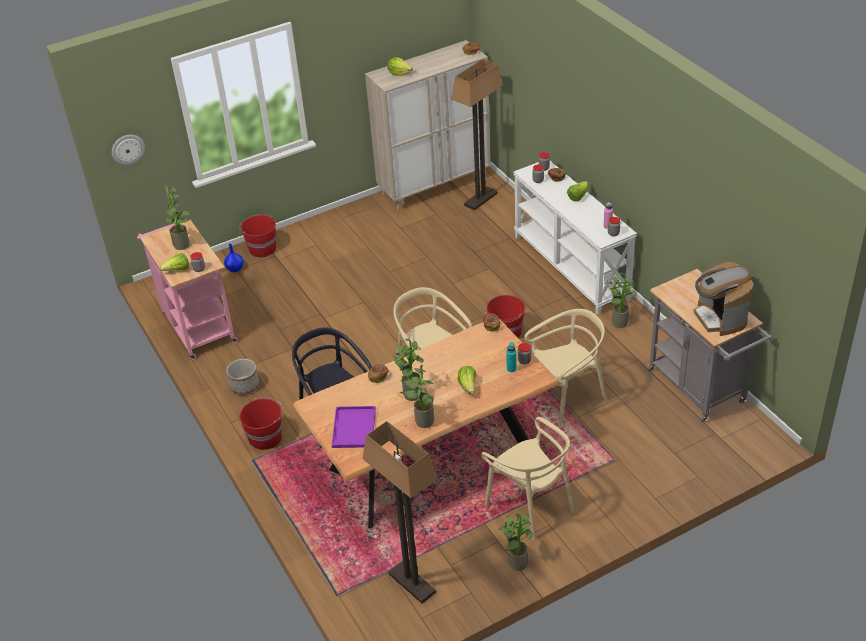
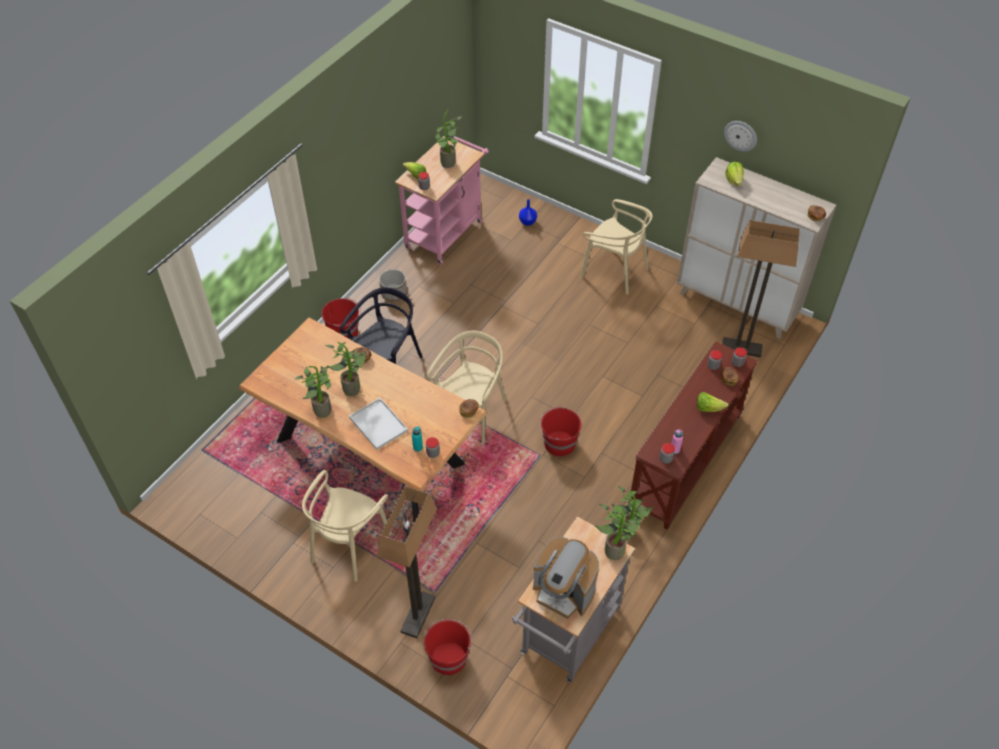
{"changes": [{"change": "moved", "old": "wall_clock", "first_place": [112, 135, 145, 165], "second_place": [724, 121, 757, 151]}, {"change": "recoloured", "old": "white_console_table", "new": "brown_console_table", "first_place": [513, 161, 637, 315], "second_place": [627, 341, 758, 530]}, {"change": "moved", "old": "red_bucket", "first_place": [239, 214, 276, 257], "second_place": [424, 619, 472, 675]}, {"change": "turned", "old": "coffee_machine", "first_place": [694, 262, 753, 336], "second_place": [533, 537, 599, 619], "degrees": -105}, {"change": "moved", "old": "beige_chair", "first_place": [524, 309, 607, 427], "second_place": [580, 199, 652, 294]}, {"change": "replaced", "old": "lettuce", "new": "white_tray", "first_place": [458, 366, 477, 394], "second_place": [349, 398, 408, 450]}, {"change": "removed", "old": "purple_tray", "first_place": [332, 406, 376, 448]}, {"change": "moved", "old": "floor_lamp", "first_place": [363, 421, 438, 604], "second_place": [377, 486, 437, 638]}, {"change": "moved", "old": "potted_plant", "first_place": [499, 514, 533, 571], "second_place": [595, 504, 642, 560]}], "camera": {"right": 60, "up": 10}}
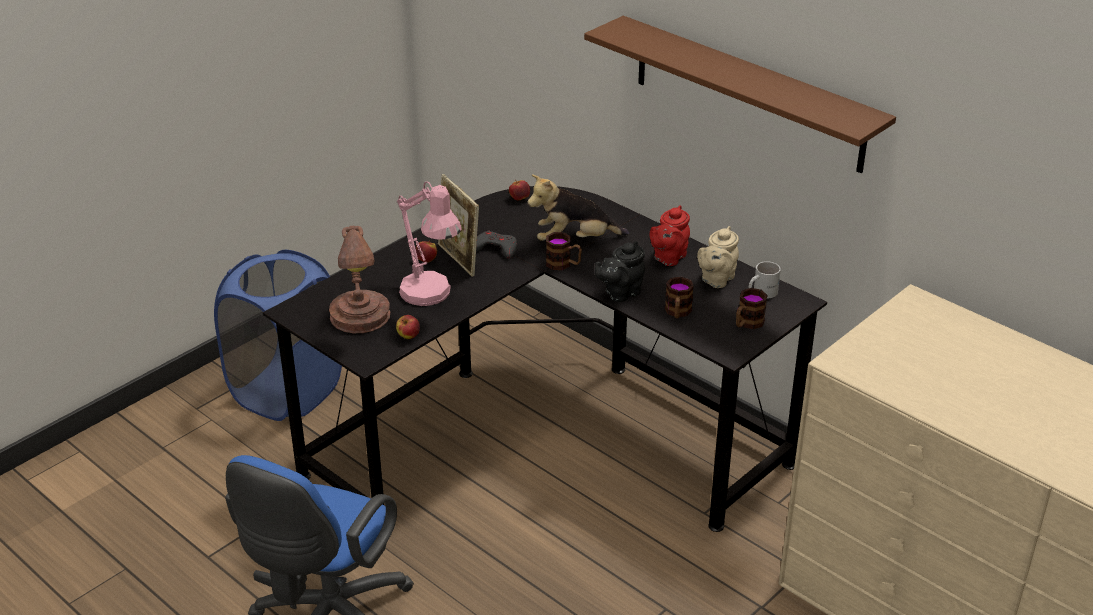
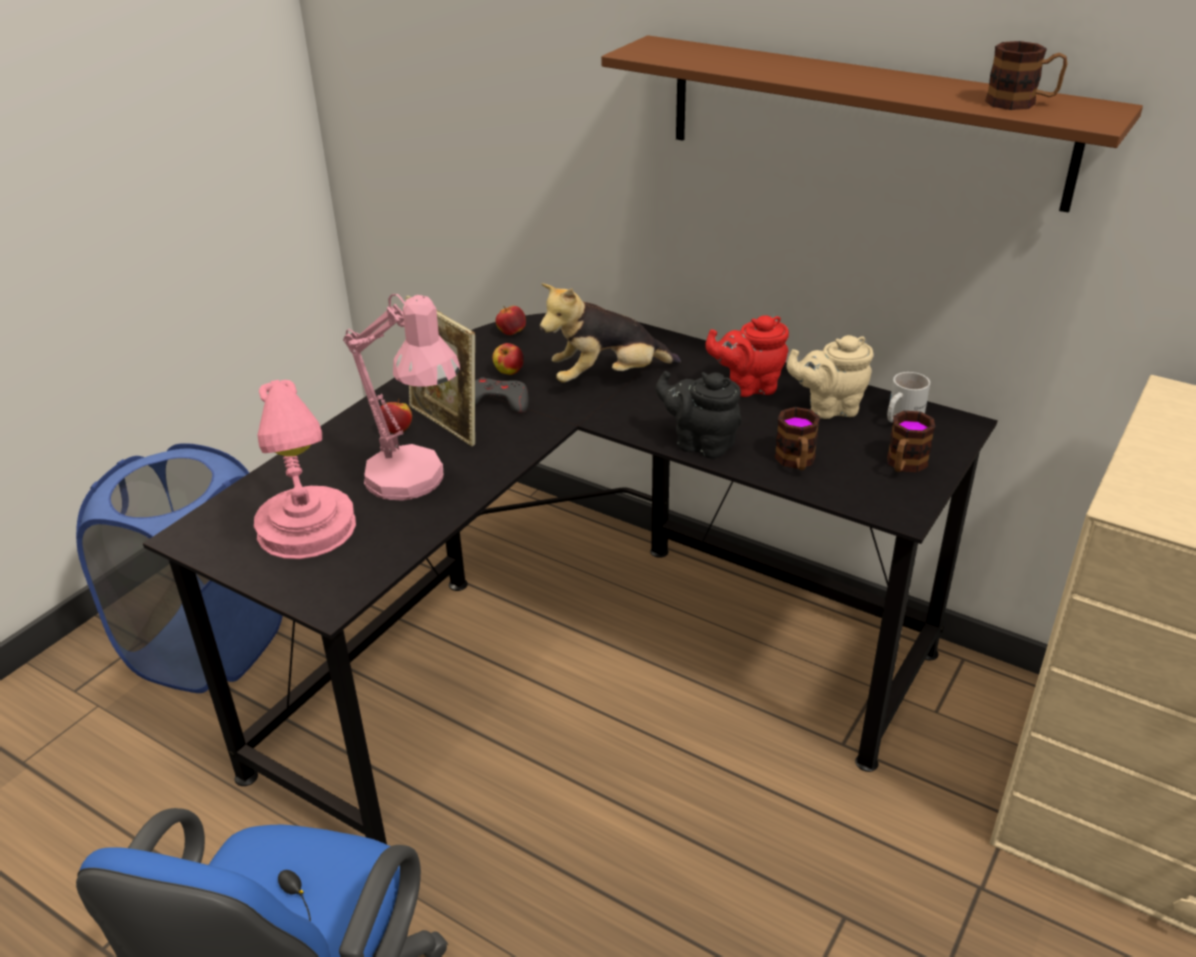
{"changes": [{"change": "turned", "old": "red_teapot", "first_place": [650, 205, 690, 266], "second_place": [705, 315, 789, 397], "degrees": 60}, {"change": "recoloured", "old": "brown_table_lamp", "new": "pink_table_lamp", "first_place": [329, 225, 390, 333], "second_place": [254, 380, 356, 559]}, {"change": "turned", "old": "beige_teapot", "first_place": [697, 226, 739, 288], "second_place": [787, 335, 873, 419], "degrees": 60}, {"change": "moved", "old": "mug", "first_place": [546, 232, 582, 270], "second_place": [985, 41, 1067, 110]}, {"change": "turned", "old": "black_teapot", "first_place": [595, 241, 645, 302], "second_place": [655, 371, 742, 458], "degrees": 75}, {"change": "moved", "old": "apple", "first_place": [396, 315, 420, 339], "second_place": [492, 343, 524, 375]}], "camera": {"right": -10, "up": 0}}
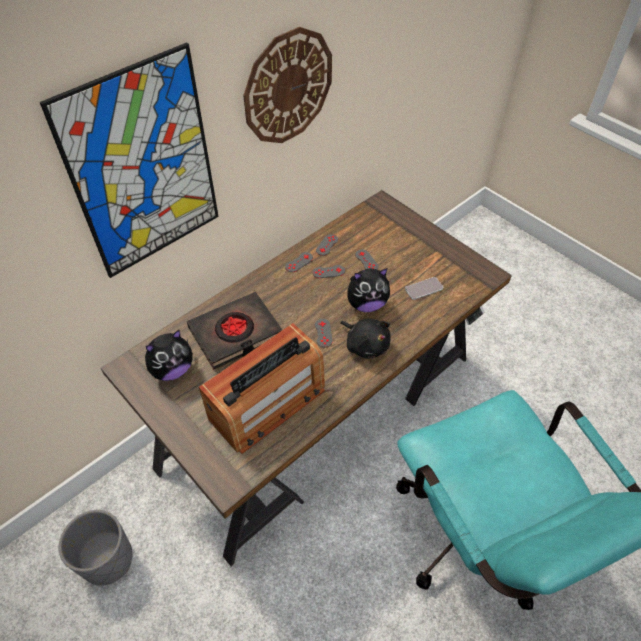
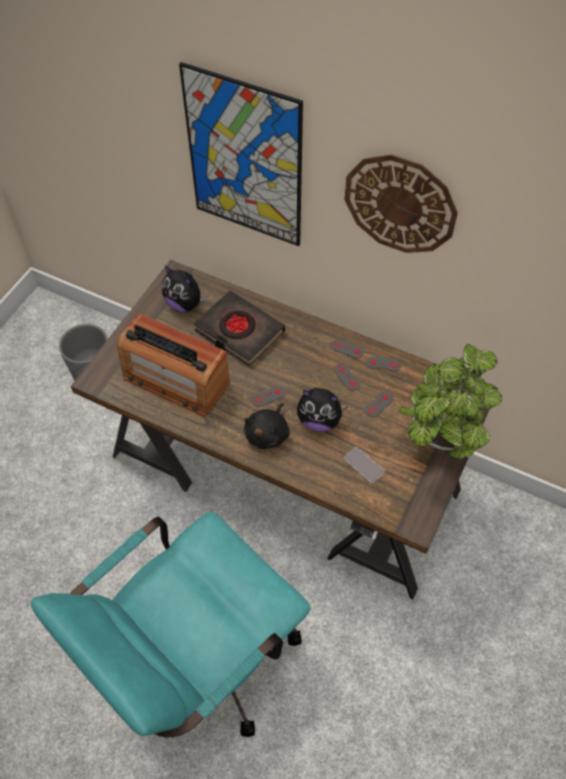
{"changes": [{"change": "turned", "old": "plush_toy", "first_place": [347, 268, 390, 312], "second_place": [297, 388, 348, 431], "degrees": -45}, {"change": "added", "new": "potted_plant", "second_place": [399, 344, 502, 459]}], "camera": {"right": 70, "up": 5}}
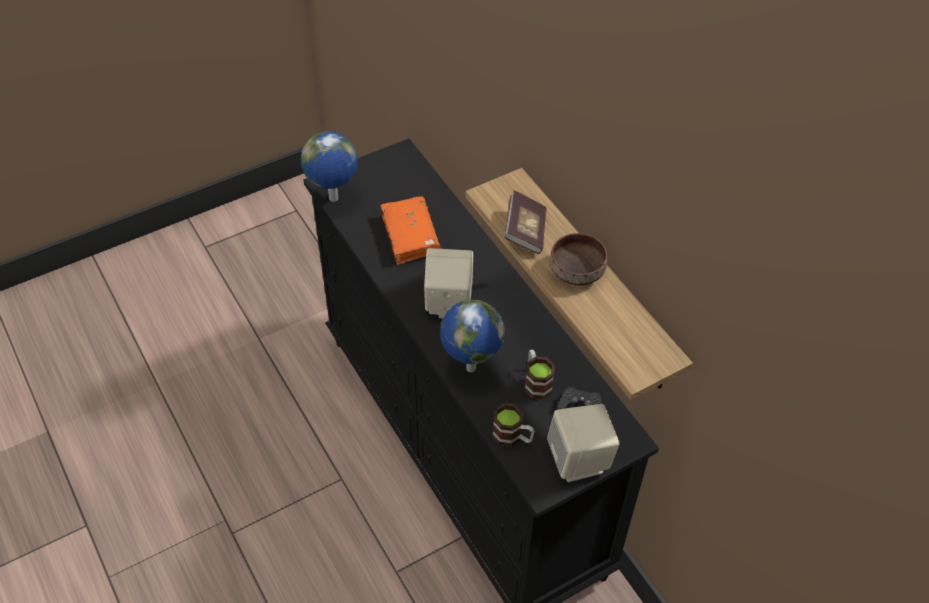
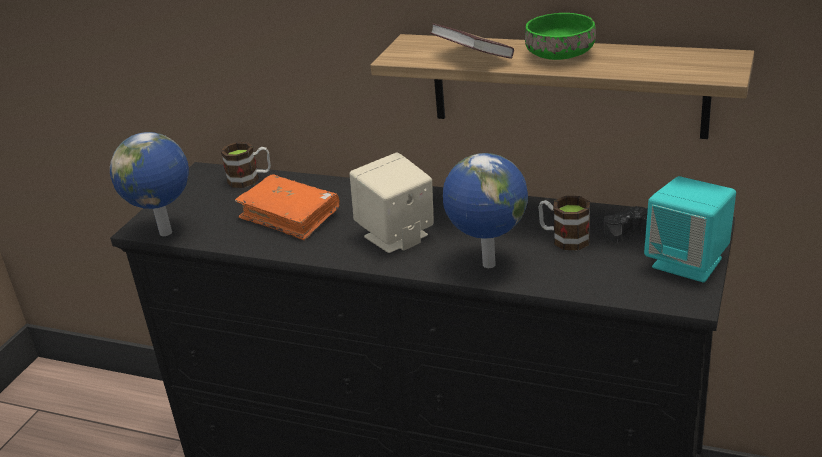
{"changes": [{"change": "recoloured", "old": "brown_bowl", "new": "green_bowl", "first_place": [550, 233, 608, 286], "second_place": [525, 13, 596, 60]}, {"change": "moved", "old": "mug", "first_place": [492, 403, 535, 447], "second_place": [221, 142, 271, 188]}, {"change": "recoloured", "old": "beige_speaker", "new": "turquoise_speaker", "first_place": [547, 404, 620, 482], "second_place": [644, 176, 736, 283]}], "camera": {"right": -35, "up": -20}}
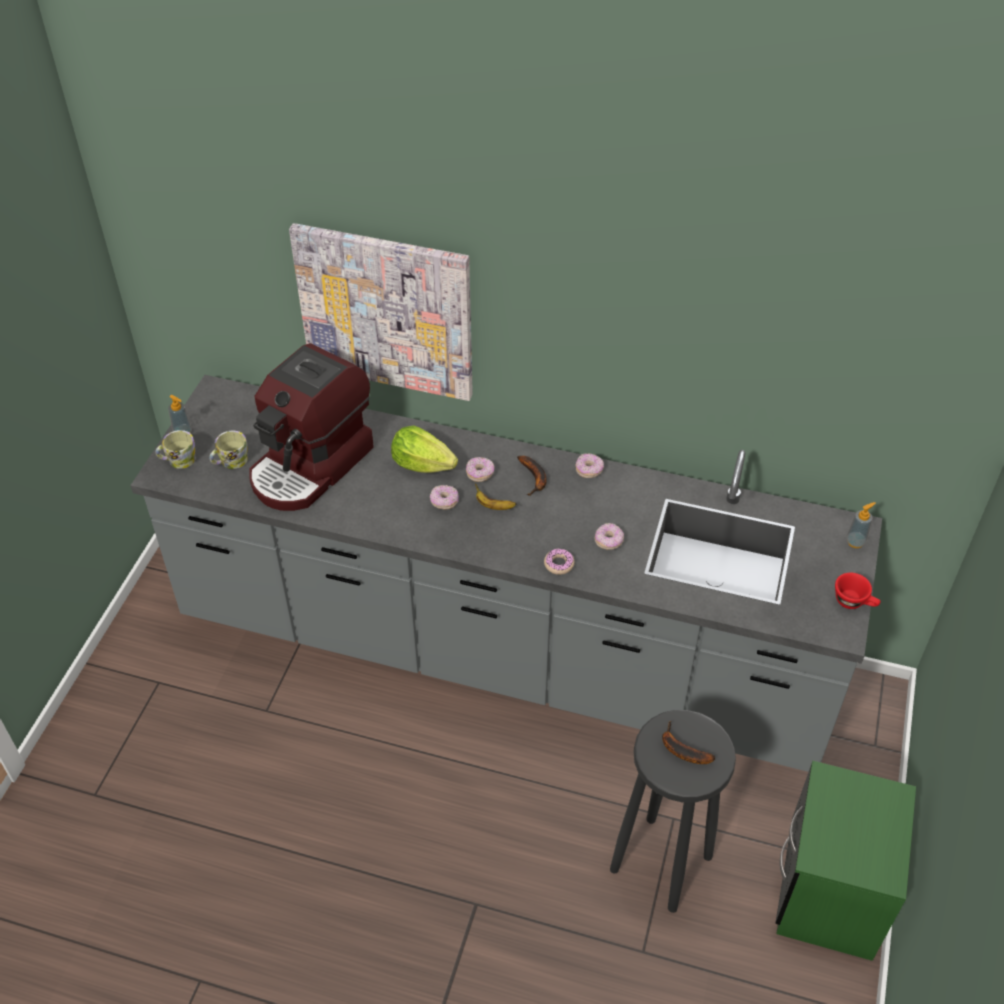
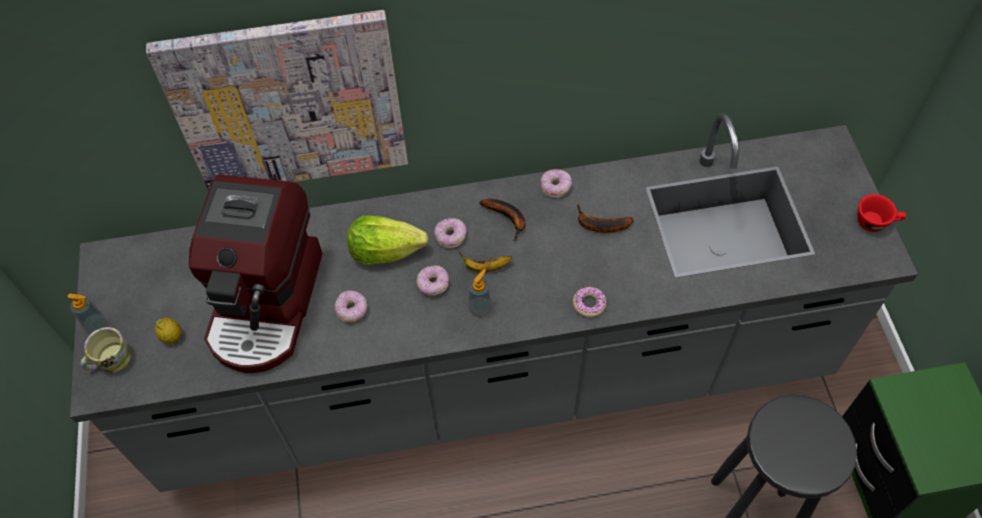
{"changes": [{"change": "replaced", "old": "mug", "new": "lemon", "first_place": [209, 431, 248, 469], "second_place": [155, 318, 182, 344]}, {"change": "moved", "old": "soap_dispenser", "first_place": [846, 502, 876, 548], "second_place": [469, 269, 491, 317]}, {"change": "moved", "old": "donut", "first_place": [595, 523, 624, 550], "second_place": [335, 290, 367, 322]}, {"change": "moved", "old": "banana", "first_place": [662, 721, 715, 764], "second_place": [577, 204, 634, 233]}], "camera": {"right": -25, "up": 10}}
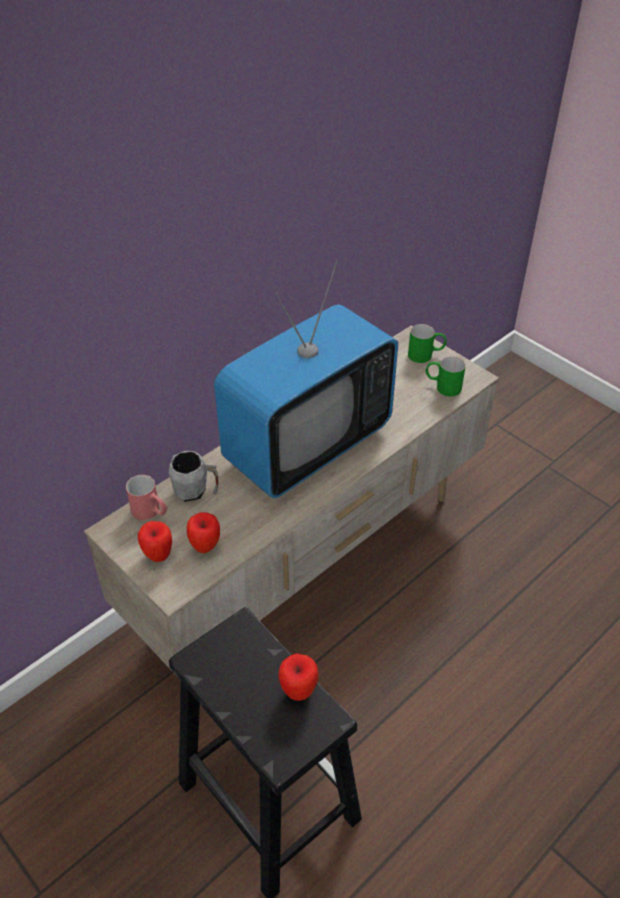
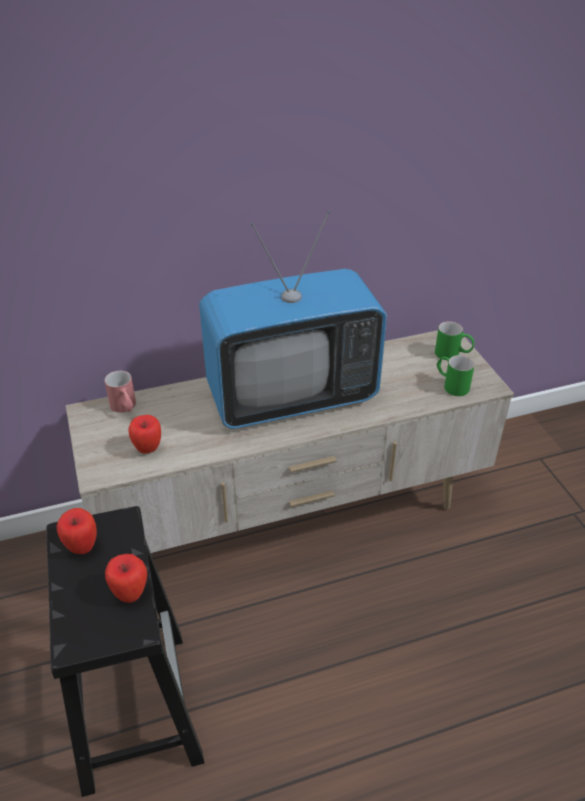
{"changes": [{"change": "removed", "old": "grey_mug", "first_place": [169, 451, 218, 502]}, {"change": "moved", "old": "apple", "first_place": [138, 521, 172, 562], "second_place": [57, 508, 97, 554]}], "camera": {"right": 25, "up": -5}}
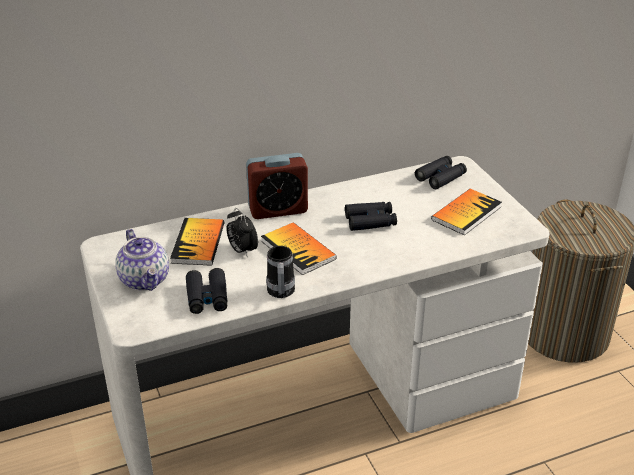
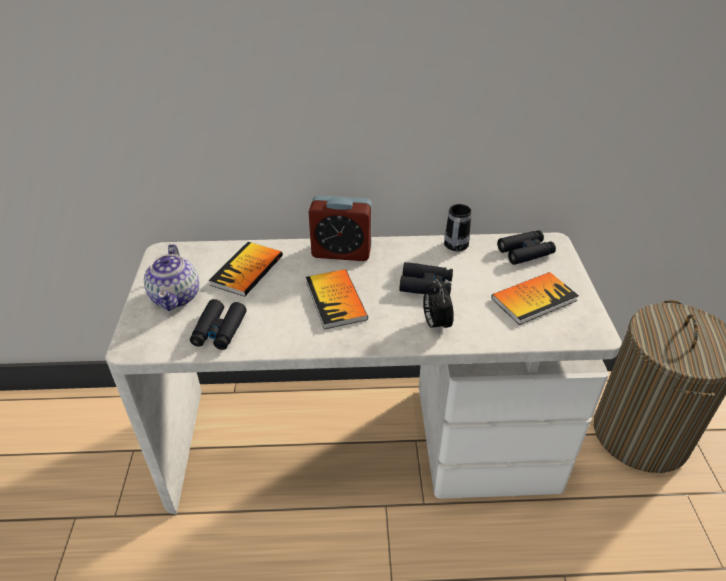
{"changes": [{"change": "moved", "old": "alarm_clock", "first_place": [226, 208, 258, 258], "second_place": [423, 279, 454, 334]}, {"change": "moved", "old": "mug", "first_place": [266, 246, 295, 298], "second_place": [444, 204, 472, 251]}], "camera": {"right": 20, "up": 5}}
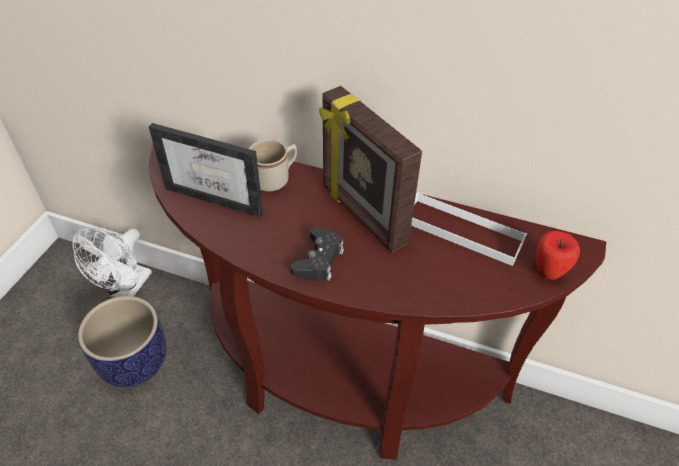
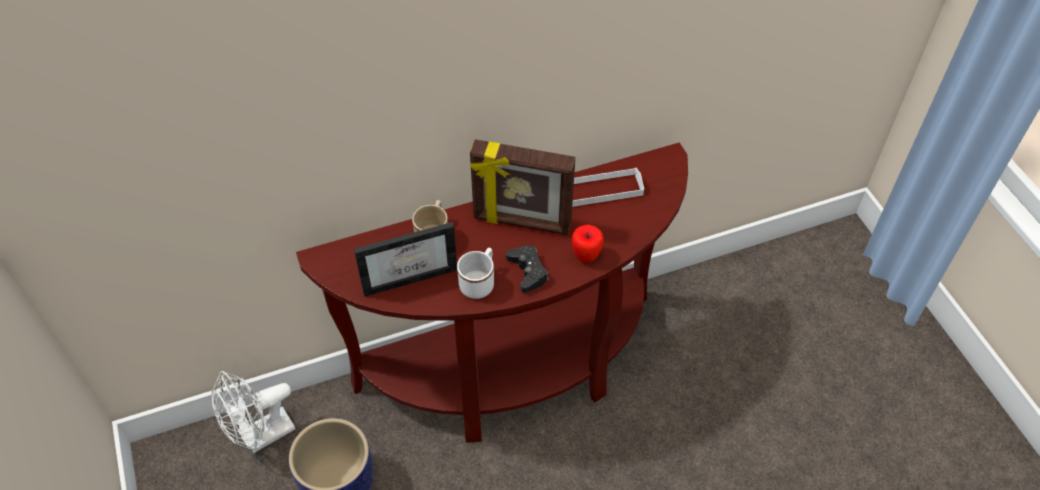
{"changes": [{"change": "turned", "old": "white_fan", "first_place": [72, 228, 152, 298], "second_place": [212, 371, 296, 453], "degrees": 75}, {"change": "moved", "old": "apple", "first_place": [536, 231, 580, 280], "second_place": [572, 224, 603, 263]}, {"change": "added", "new": "white_mug", "second_place": [457, 248, 494, 299]}], "camera": {"right": -40, "up": 5}}
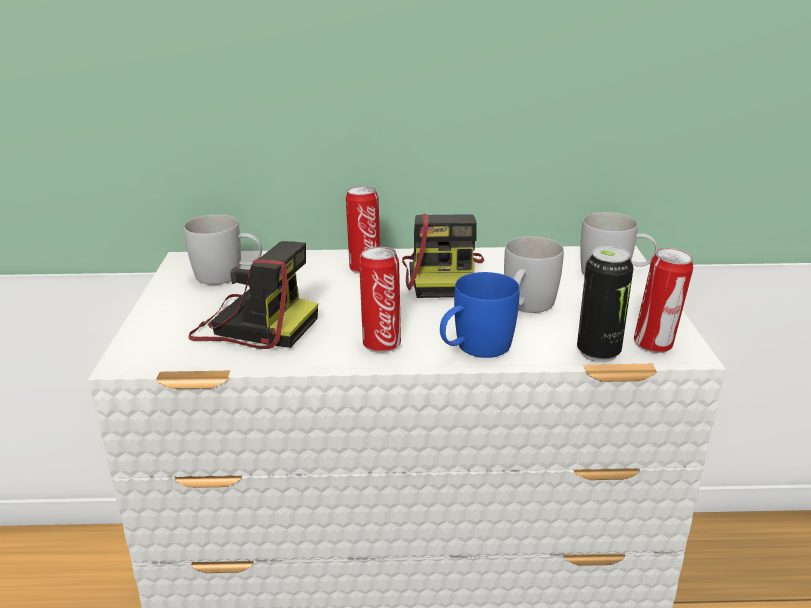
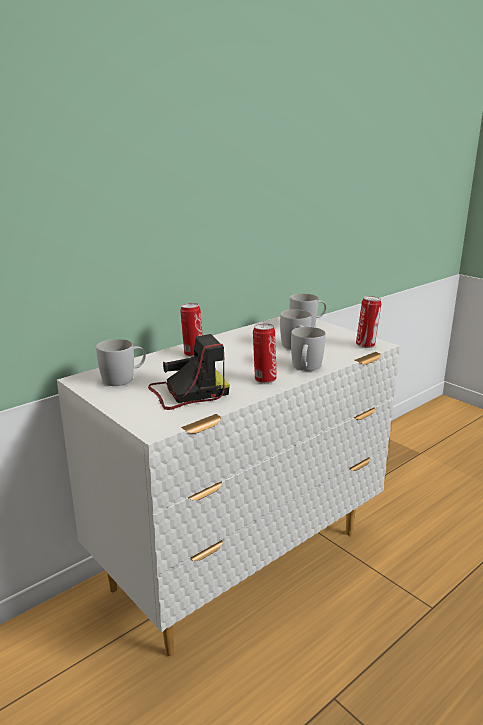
{"changes": [{"change": "removed", "old": "photo_camera", "first_place": [402, 214, 484, 298]}, {"change": "removed", "old": "can", "first_place": [577, 246, 634, 362]}, {"change": "recoloured", "old": "blue_mug", "new": "white_mug", "first_place": [440, 272, 520, 358], "second_place": [291, 327, 326, 371]}], "camera": {"right": -40, "up": -5}}
